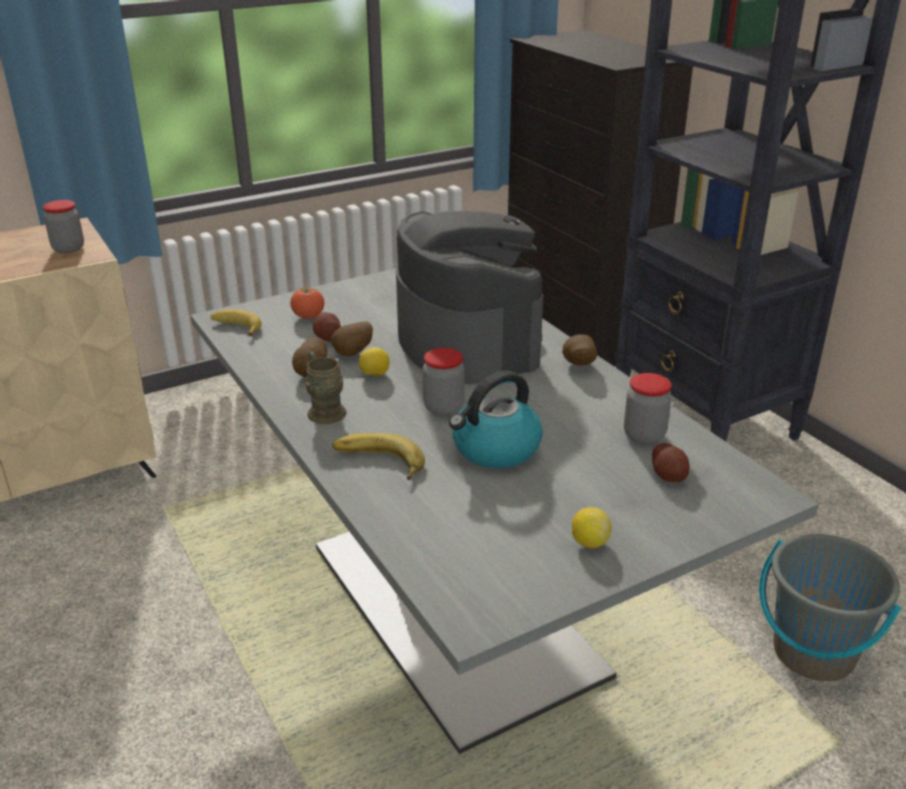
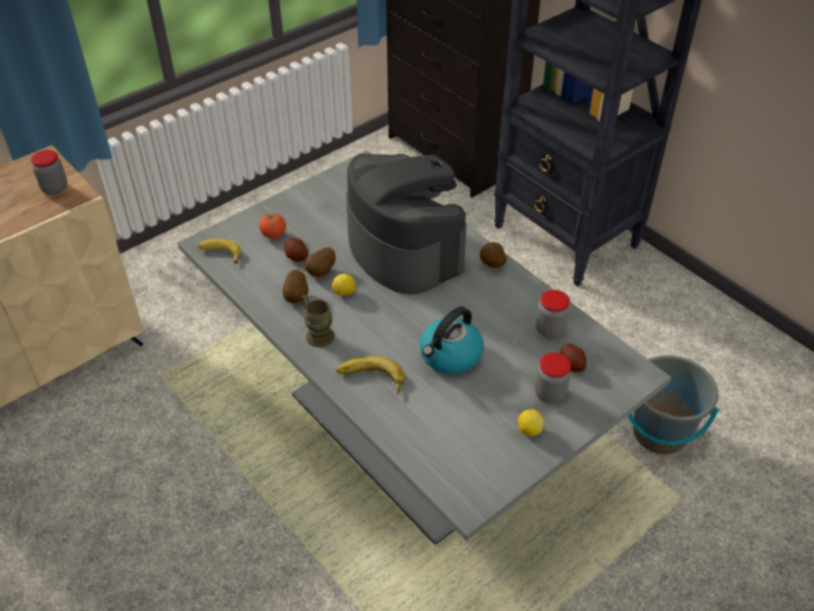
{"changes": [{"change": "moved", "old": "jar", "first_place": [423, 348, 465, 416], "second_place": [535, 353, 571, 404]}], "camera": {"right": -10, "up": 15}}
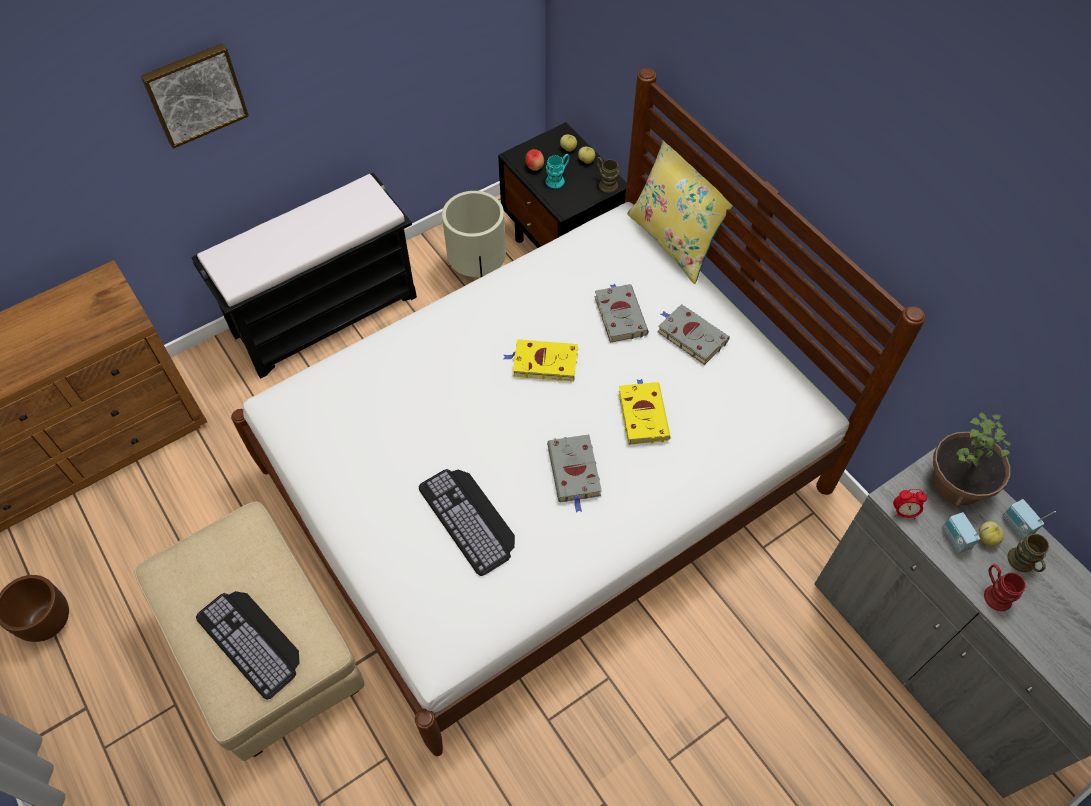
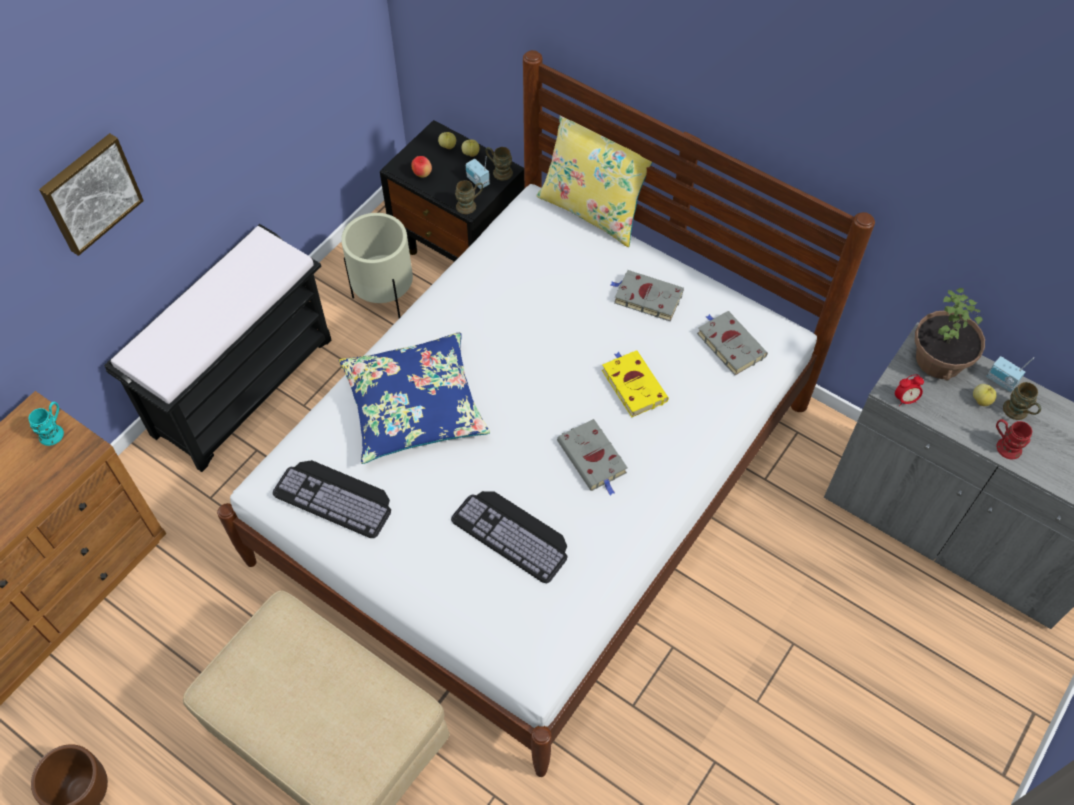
{"changes": [{"change": "moved", "old": "turquoise_mug", "first_place": [545, 154, 570, 188], "second_place": [28, 401, 64, 446]}, {"change": "moved", "old": "grey_book", "first_place": [595, 284, 649, 343], "second_place": [697, 311, 768, 375]}, {"change": "removed", "old": "yellow_book", "first_place": [503, 339, 578, 381]}, {"change": "moved", "old": "radio", "first_place": [942, 512, 990, 554], "second_place": [466, 156, 490, 189]}, {"change": "moved", "old": "keyboard", "first_place": [196, 591, 300, 700], "second_place": [272, 460, 391, 538]}, {"change": "added", "new": "brown_mug", "second_place": [455, 180, 483, 214]}, {"change": "added", "new": "blue_pillow", "second_place": [338, 332, 490, 464]}], "camera": {"right": -20, "up": 0}}
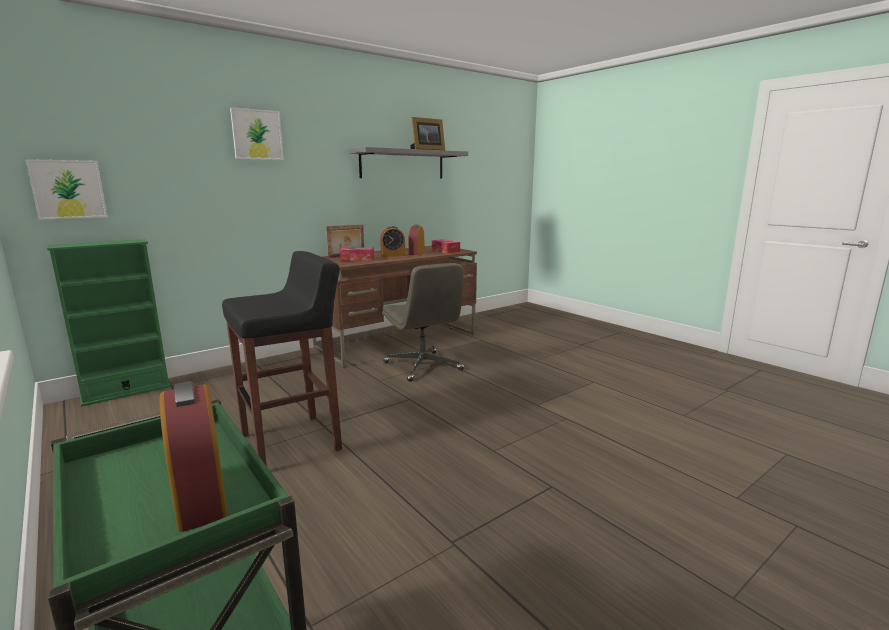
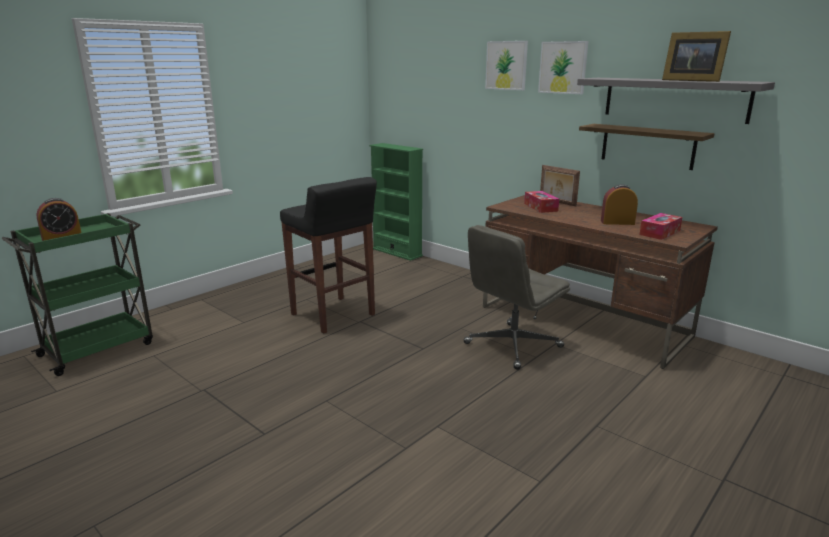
{"changes": [{"change": "moved", "old": "picture", "first_place": [26, 159, 108, 220], "second_place": [538, 41, 588, 94]}, {"change": "removed", "old": "alarm_clock", "first_place": [380, 226, 405, 257]}, {"change": "added", "new": "shelf", "second_place": [579, 124, 715, 170]}], "camera": {"right": 80, "up": 5}}
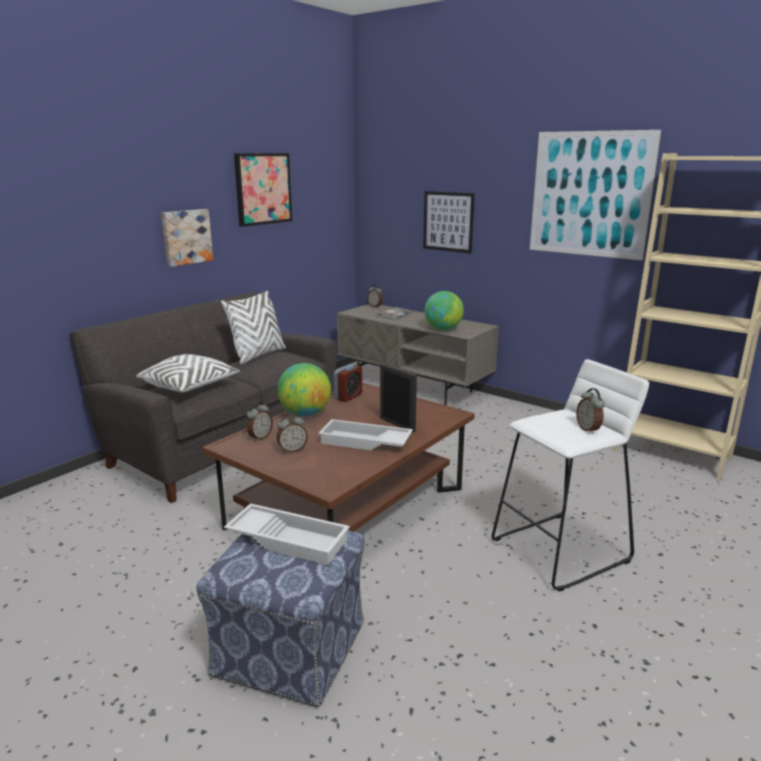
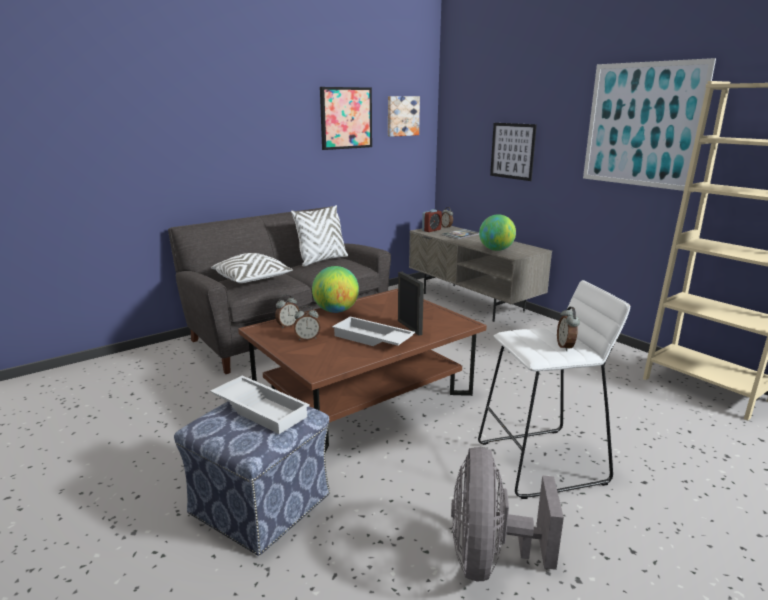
{"changes": [{"change": "moved", "old": "picture", "first_place": [161, 209, 213, 267], "second_place": [388, 96, 420, 137]}, {"change": "moved", "old": "alarm_clock", "first_place": [334, 364, 362, 402], "second_place": [422, 209, 442, 232]}, {"change": "added", "new": "grey_fan", "second_place": [451, 447, 564, 581]}], "camera": {"right": 15, "up": 0}}
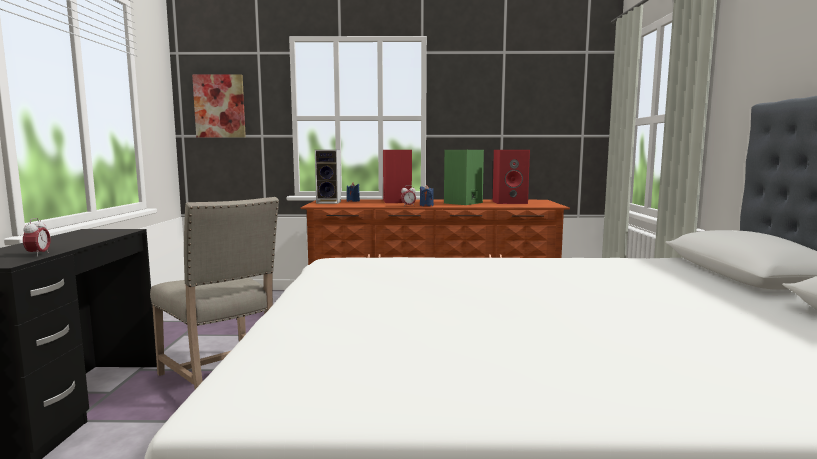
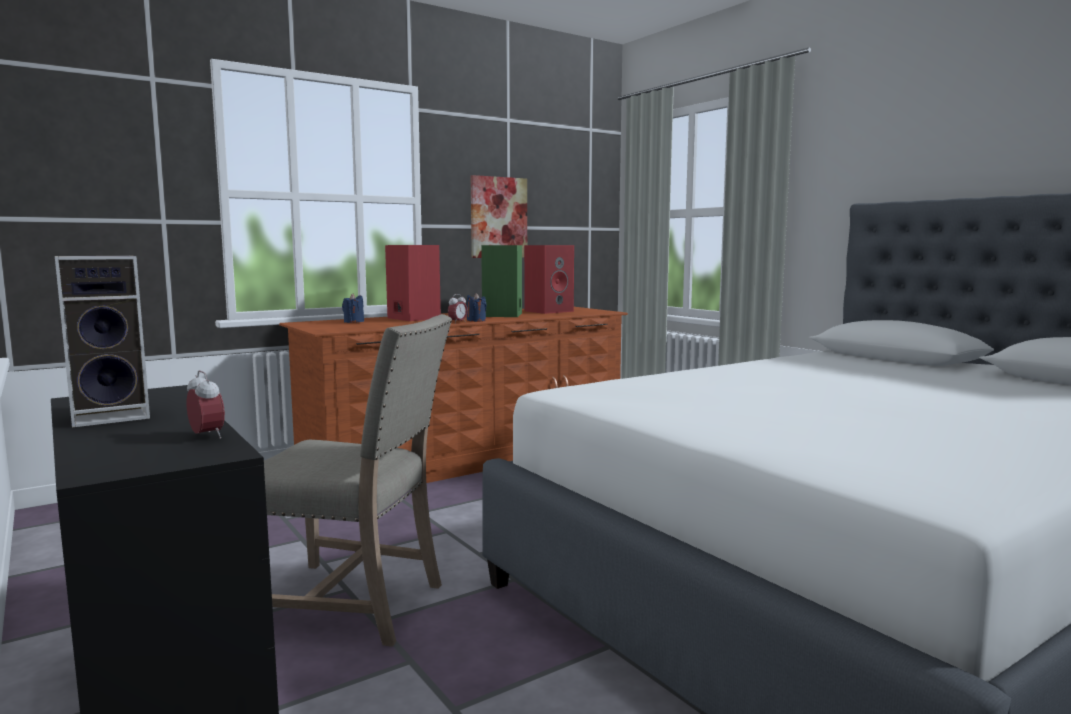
{"changes": [{"change": "moved", "old": "picture", "first_place": [192, 75, 246, 138], "second_place": [471, 175, 527, 258]}, {"change": "moved", "old": "speaker", "first_place": [315, 150, 341, 204], "second_place": [55, 256, 150, 428]}], "camera": {"right": -35, "up": 0}}
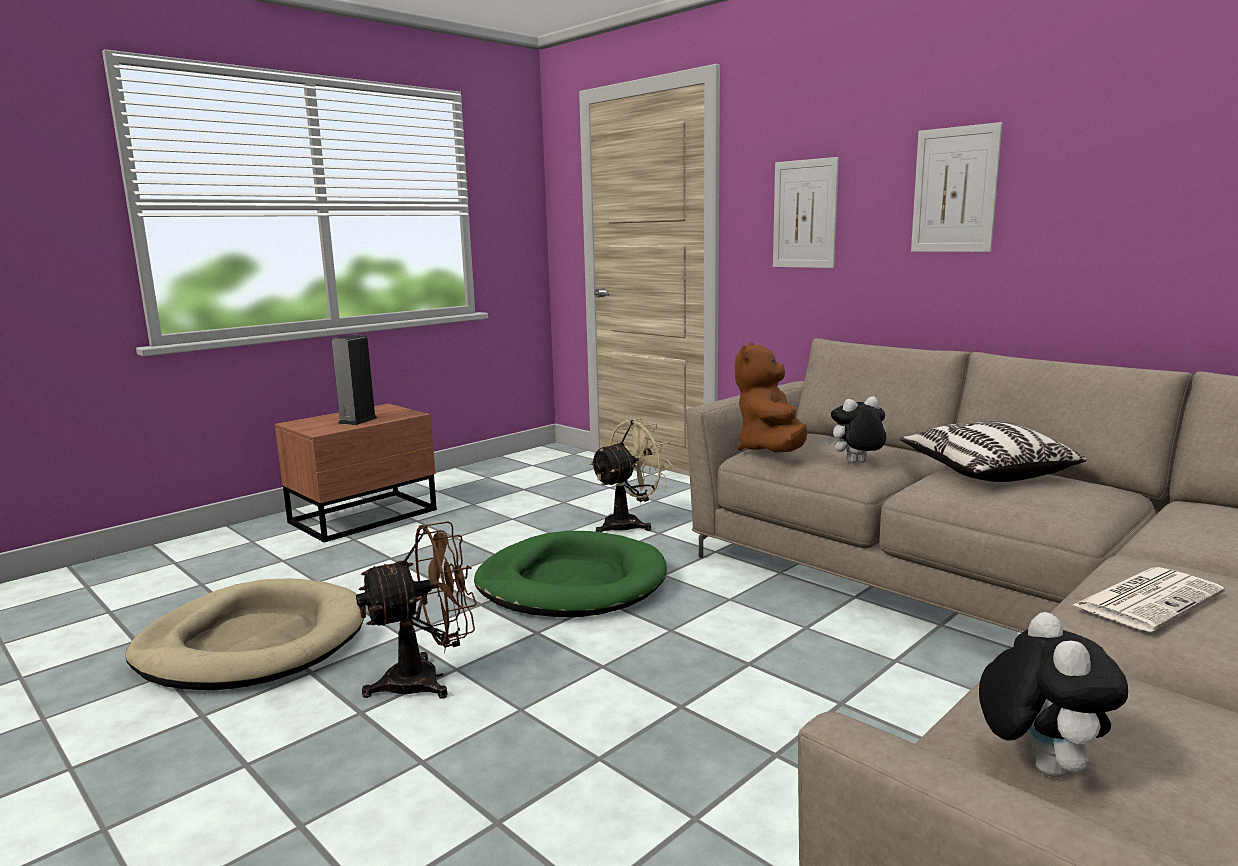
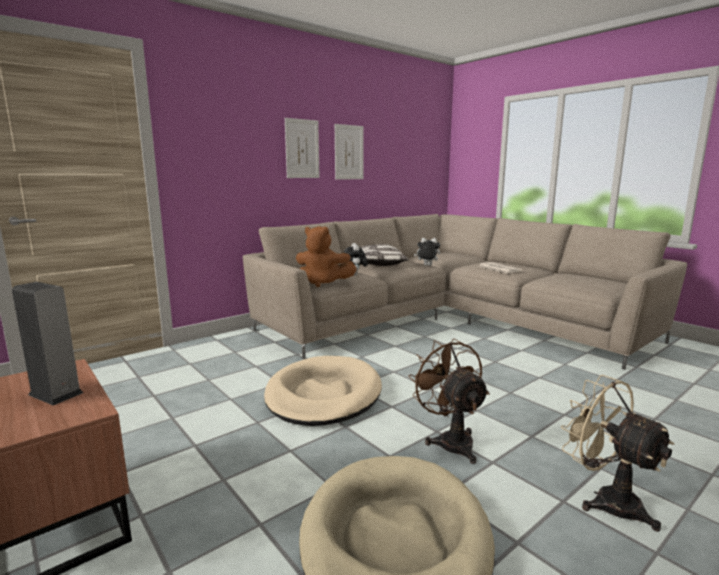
{"changes": [{"change": "moved", "old": "picture", "first_place": [773, 157, 839, 268], "second_place": [335, 124, 364, 179]}, {"change": "moved", "old": "beige_fan", "first_place": [590, 418, 673, 532], "second_place": [561, 375, 674, 531]}, {"change": "recoloured", "old": "green_dog_bed", "new": "beige_dog_bed", "first_place": [474, 531, 667, 617], "second_place": [264, 356, 382, 426]}, {"change": "moved", "old": "plush_toy", "first_place": [979, 612, 1128, 777], "second_place": [414, 238, 440, 266]}], "camera": {"right": -85, "up": 0}}
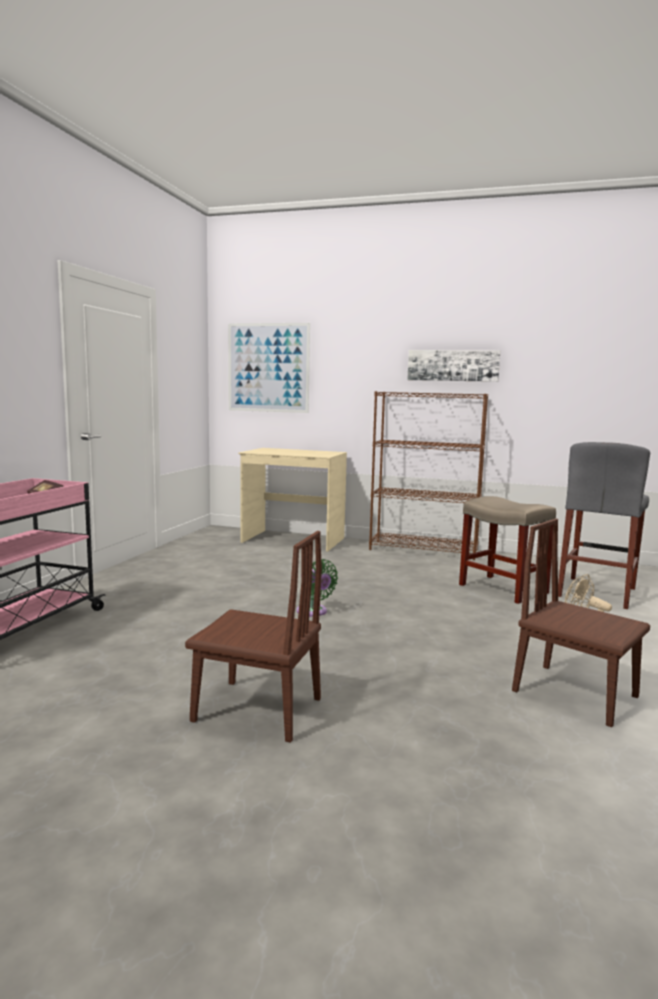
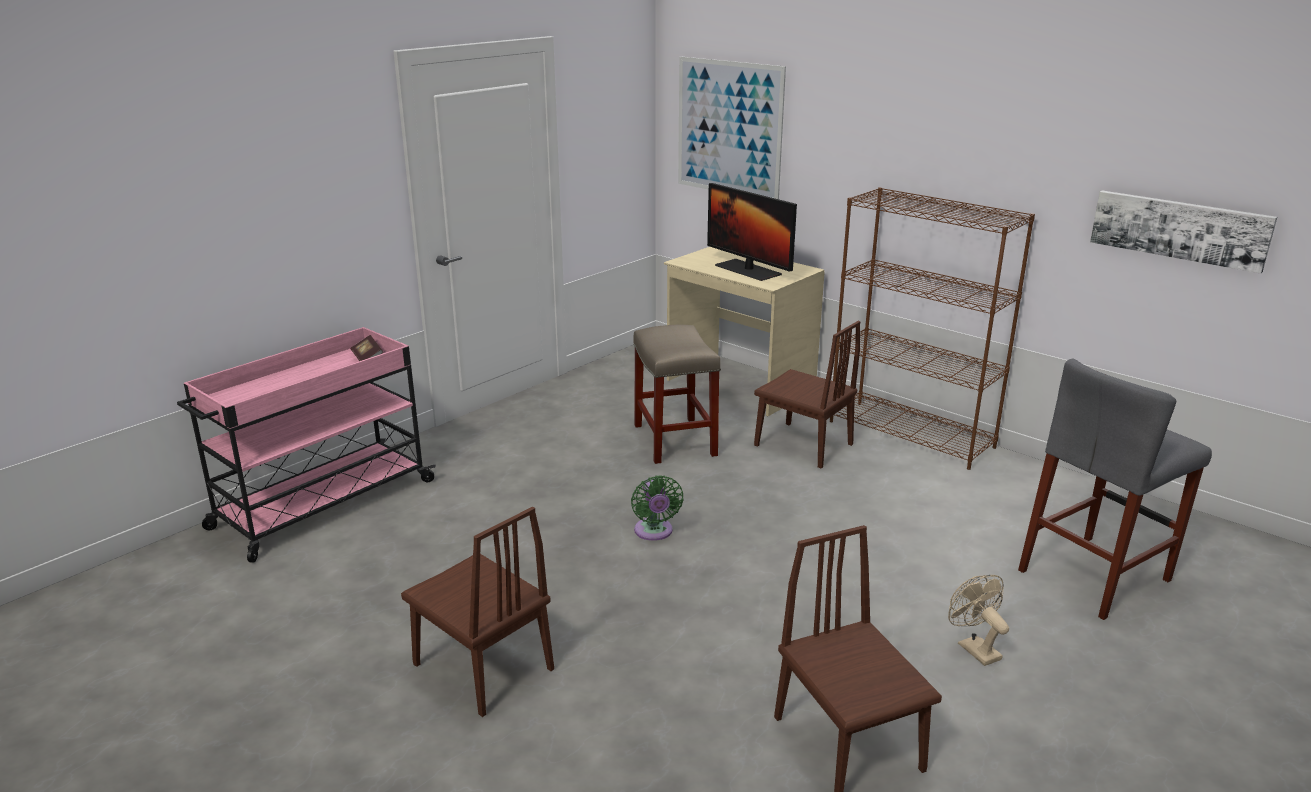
{"changes": [{"change": "moved", "old": "picture", "first_place": [408, 350, 500, 382], "second_place": [1090, 191, 1277, 274]}, {"change": "moved", "old": "beige_stool", "first_place": [459, 496, 556, 604], "second_place": [633, 325, 721, 464]}, {"change": "added", "new": "monitor", "second_place": [707, 183, 797, 281]}, {"change": "added", "new": "brown_chair", "second_place": [754, 321, 860, 468]}], "camera": {"right": 25, "up": 15}}
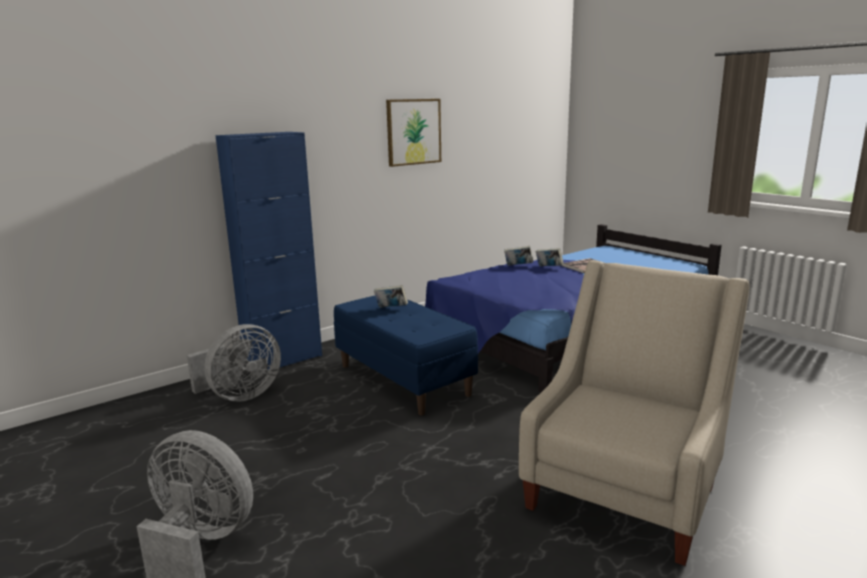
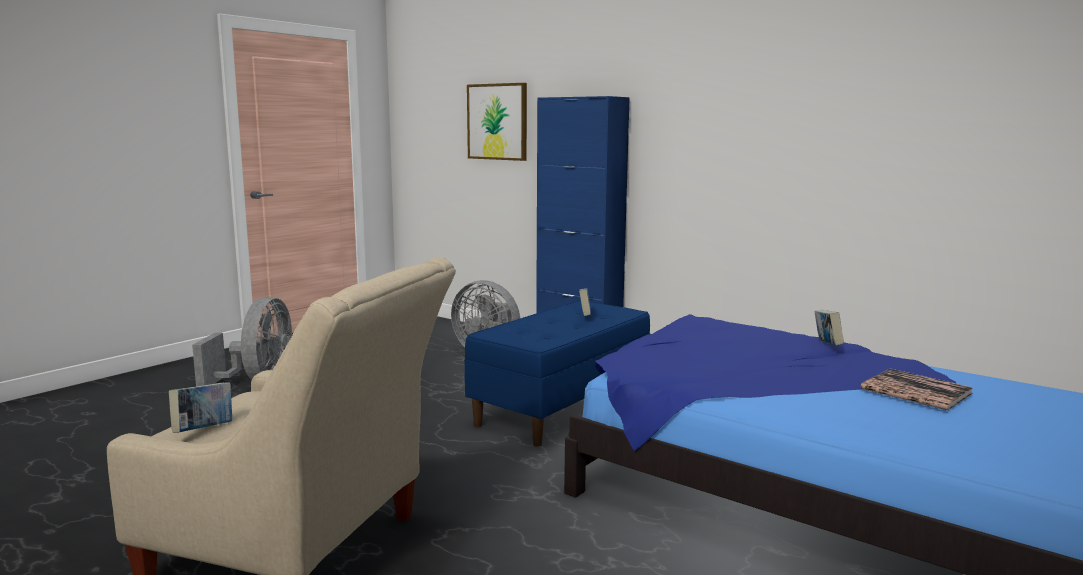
{"changes": [{"change": "moved", "old": "picture", "first_place": [386, 99, 441, 167], "second_place": [467, 83, 527, 161]}, {"change": "moved", "old": "book", "first_place": [536, 248, 564, 266], "second_place": [169, 382, 232, 433]}], "camera": {"right": 75, "up": -5}}
